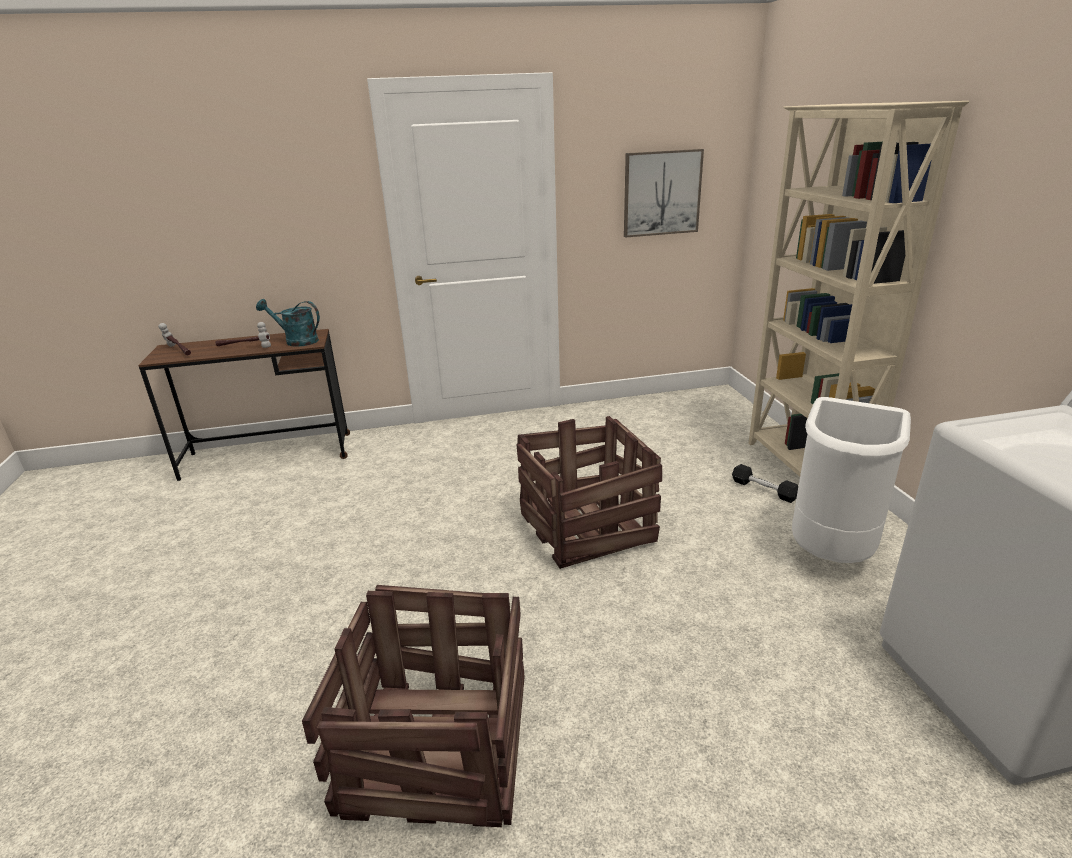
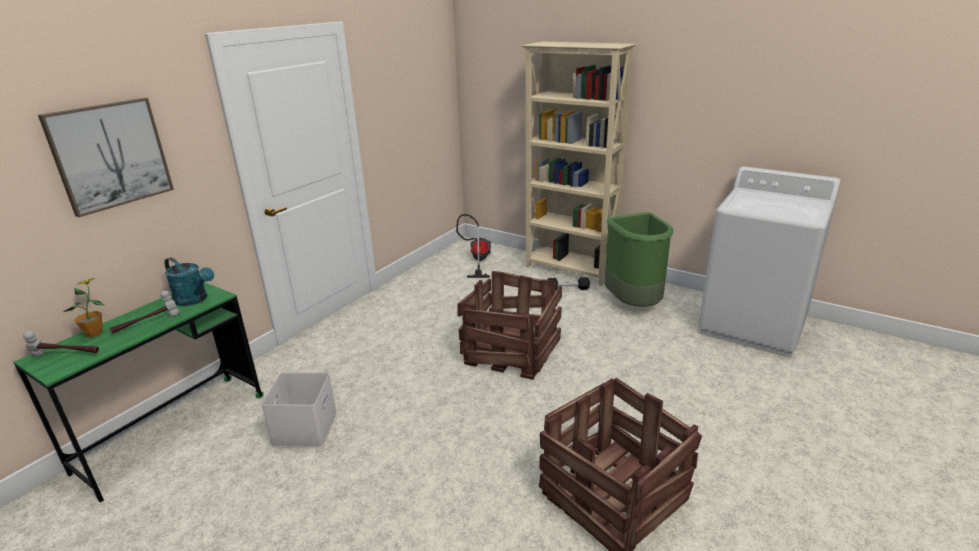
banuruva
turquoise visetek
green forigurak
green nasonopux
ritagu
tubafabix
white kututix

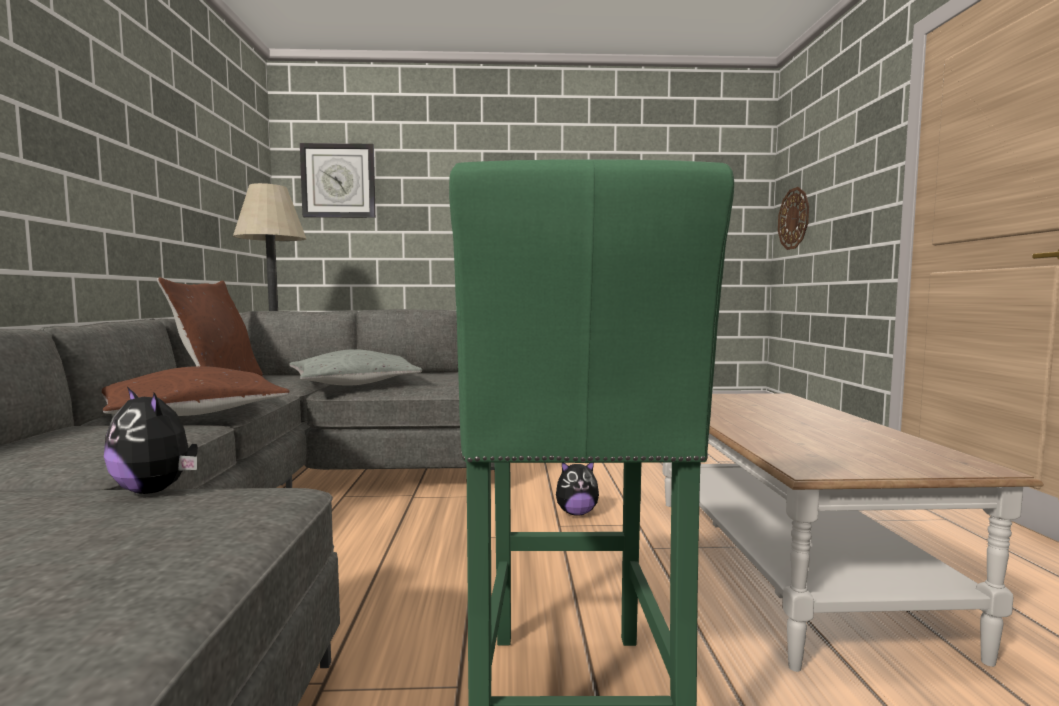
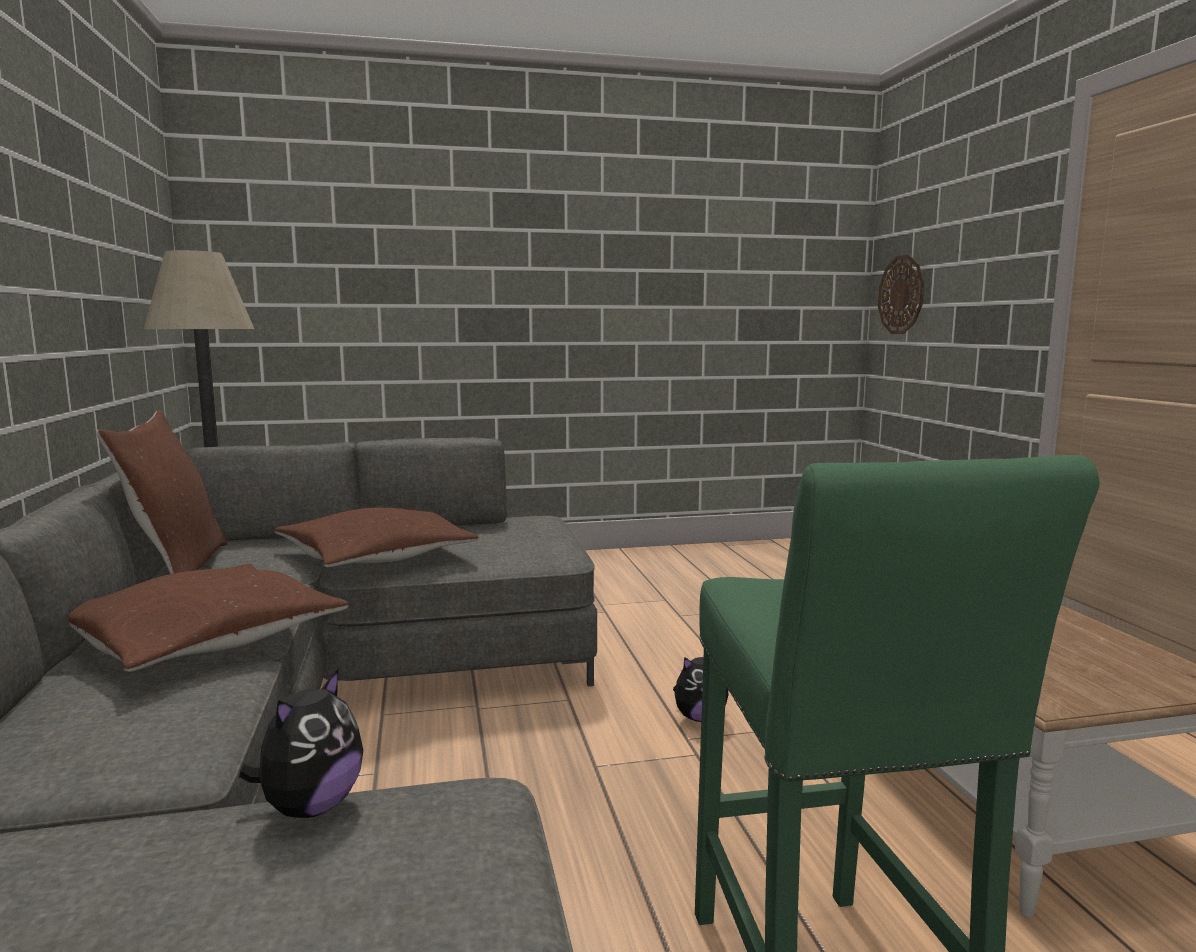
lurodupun (no. 1 from left in the first image)
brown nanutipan (no. 3 from left)
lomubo (no. 1 from left)

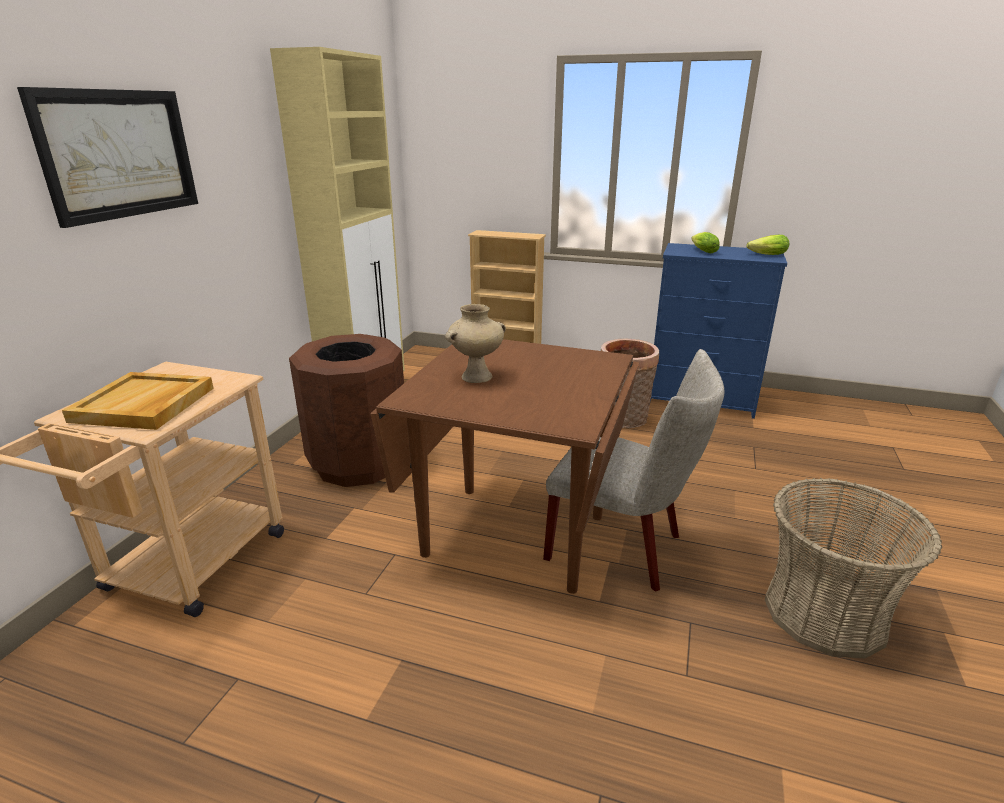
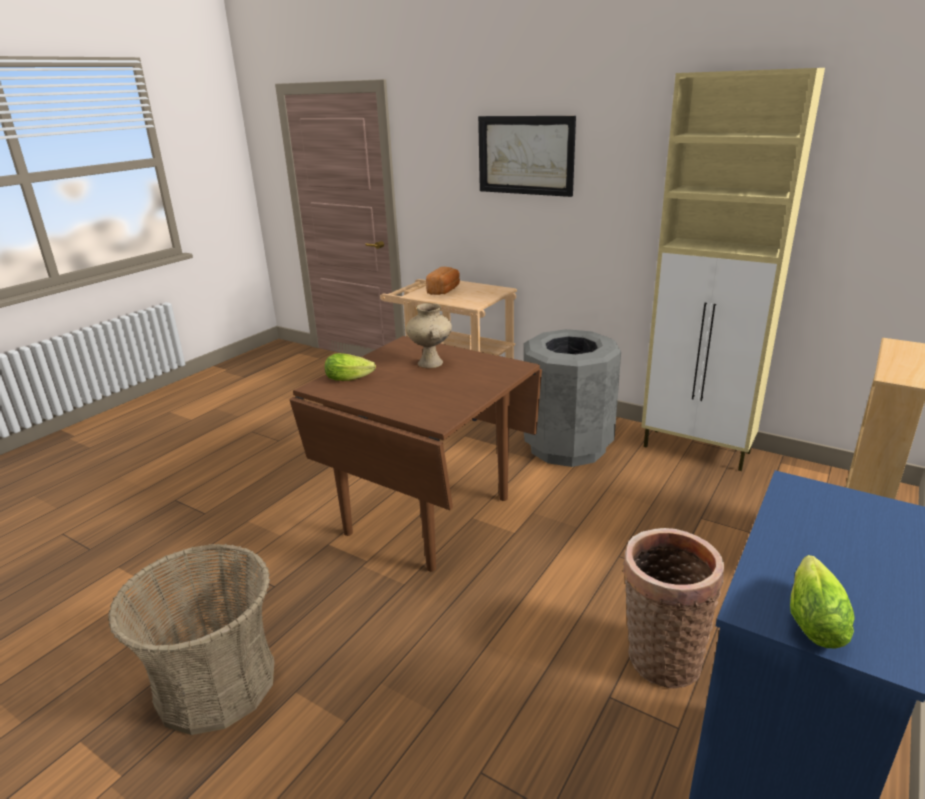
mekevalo (no. 1 from left)
grey nasonopux
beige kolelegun
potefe

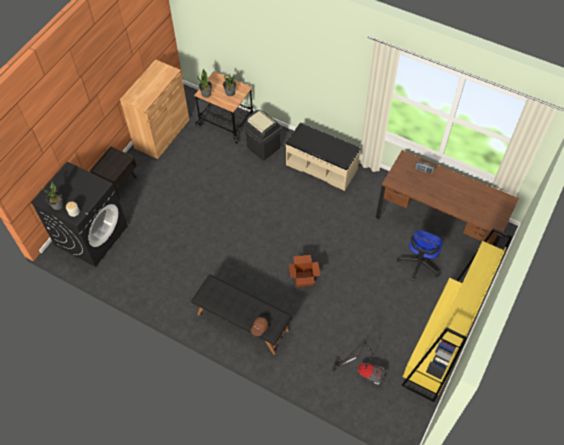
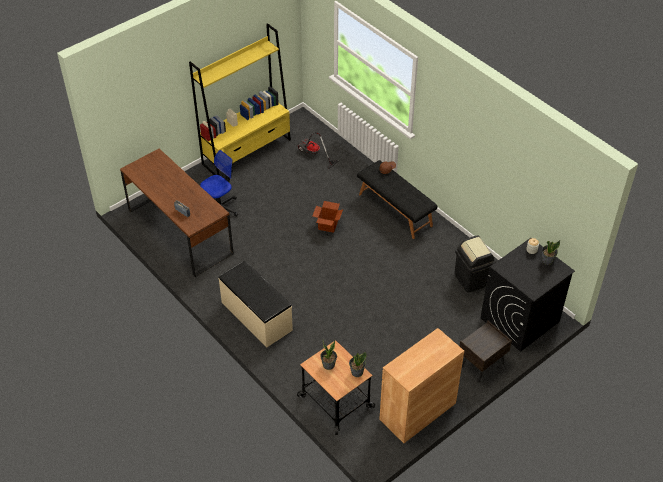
black nasonopux

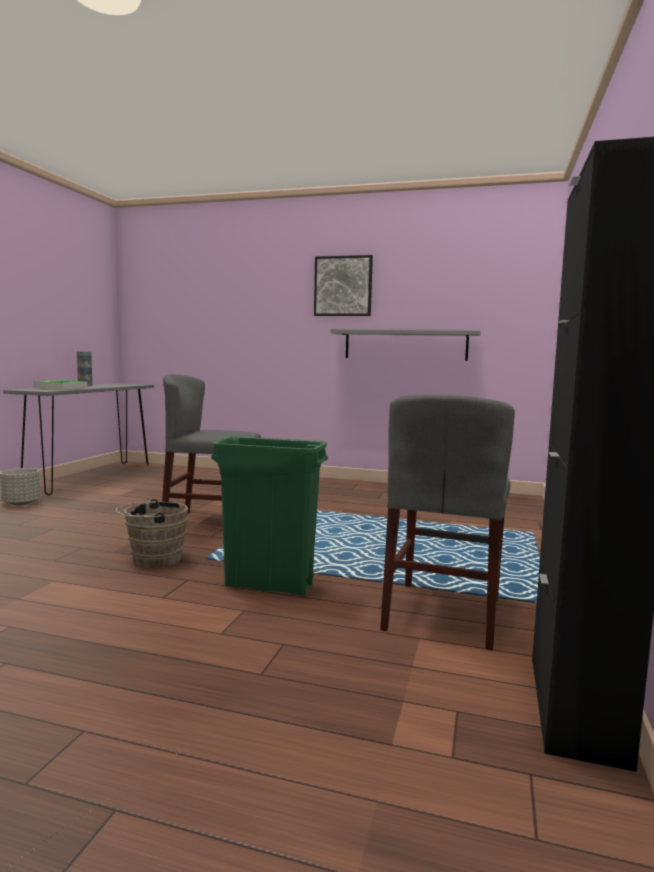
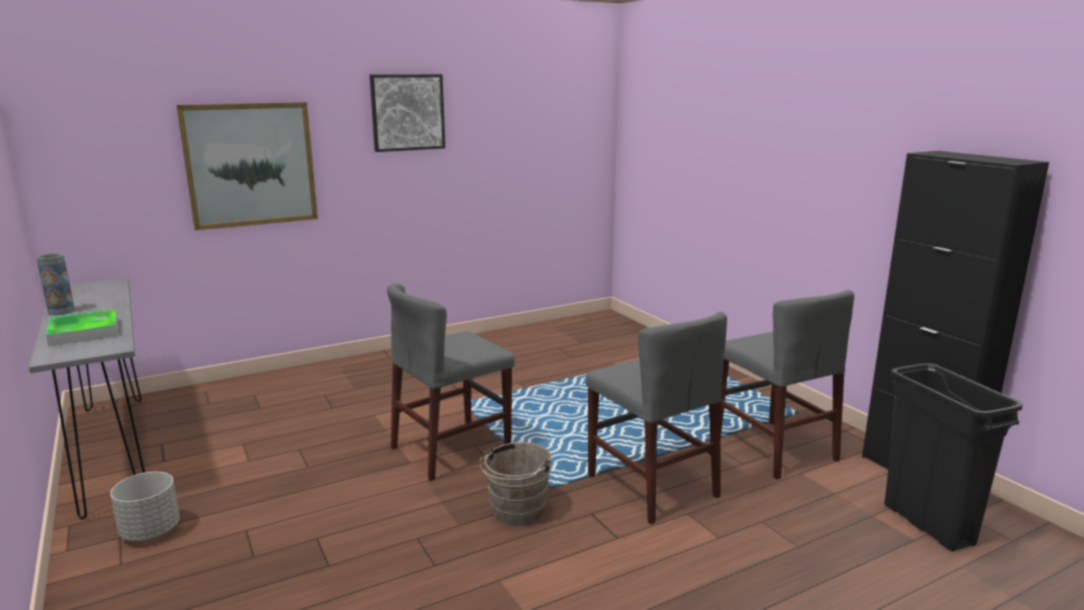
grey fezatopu
grey kolelegun (no. 2 from left)
banuruva (no. 1 from left)
black nasonopux

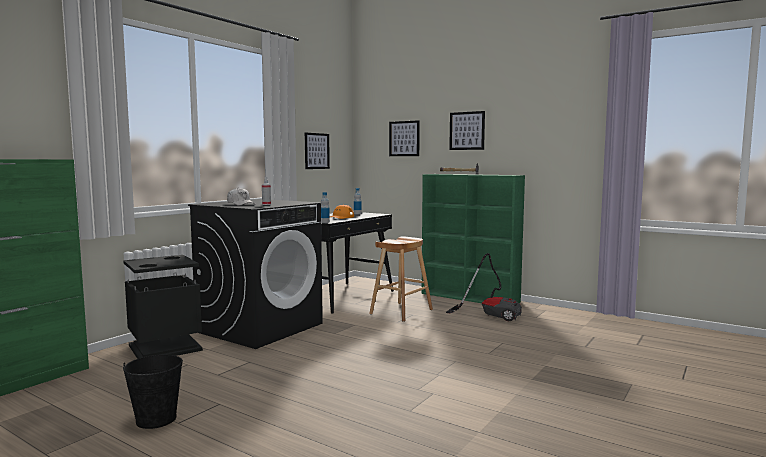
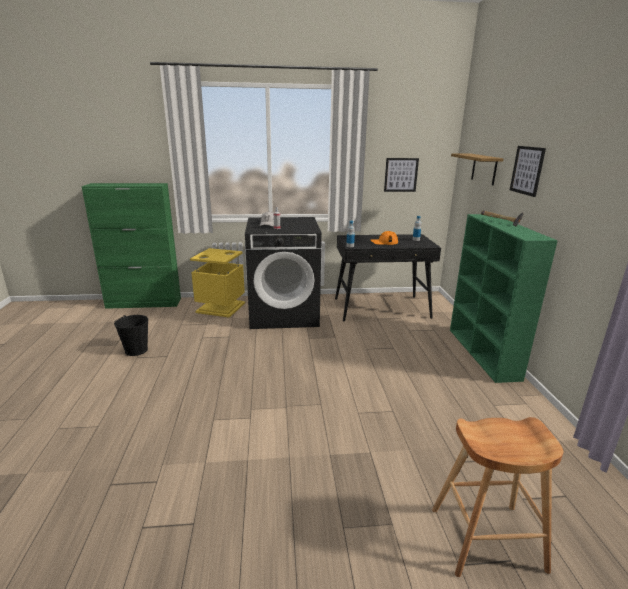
fezatopu
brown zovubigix
ritagu
yellow nasonopux

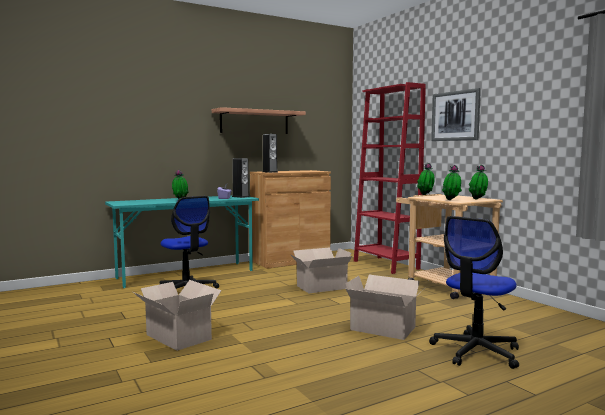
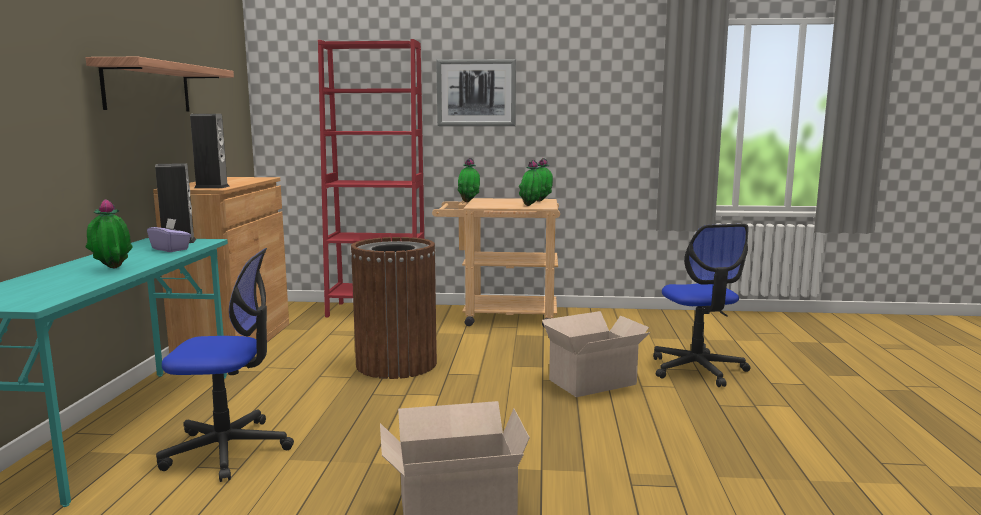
brown nasonopux

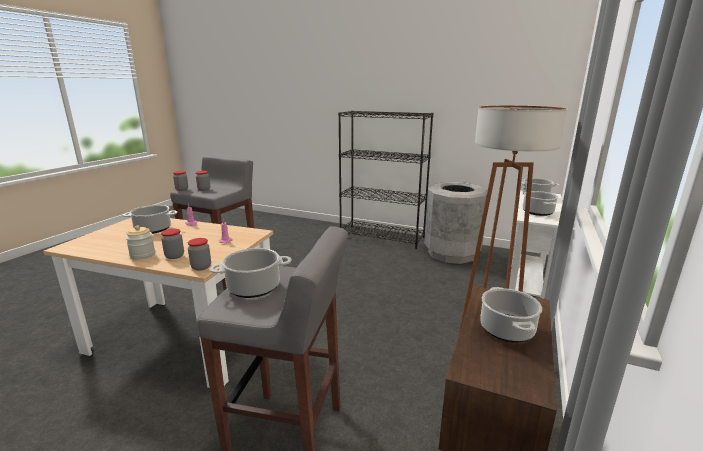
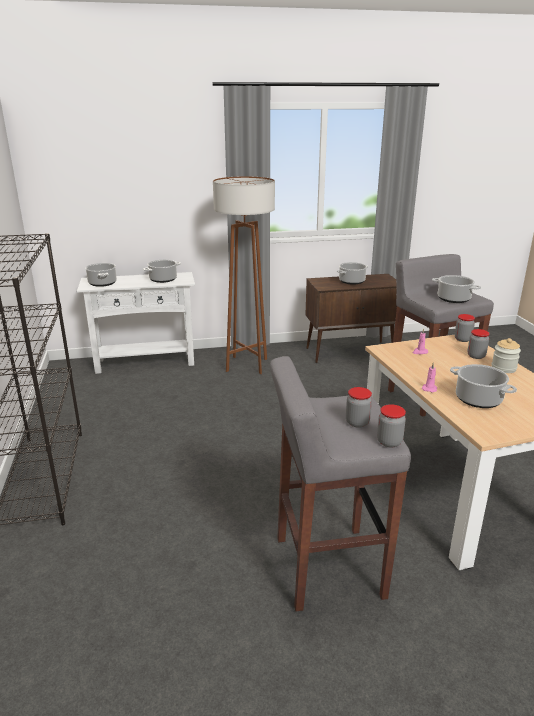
grey nasonopux

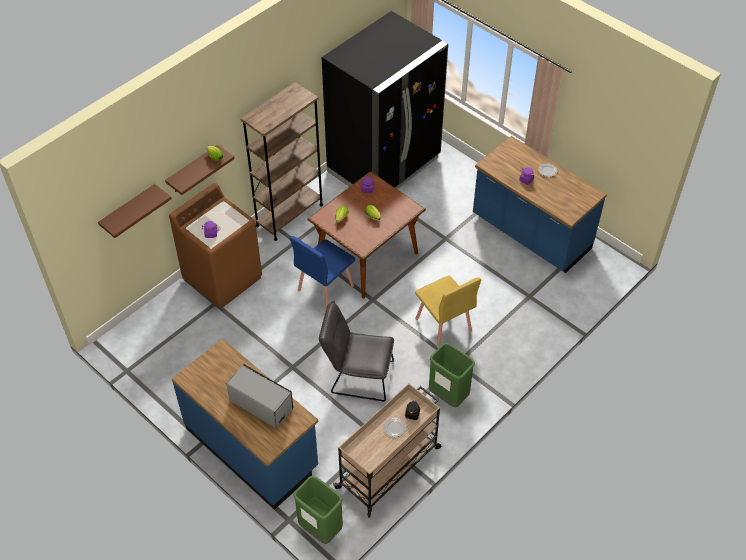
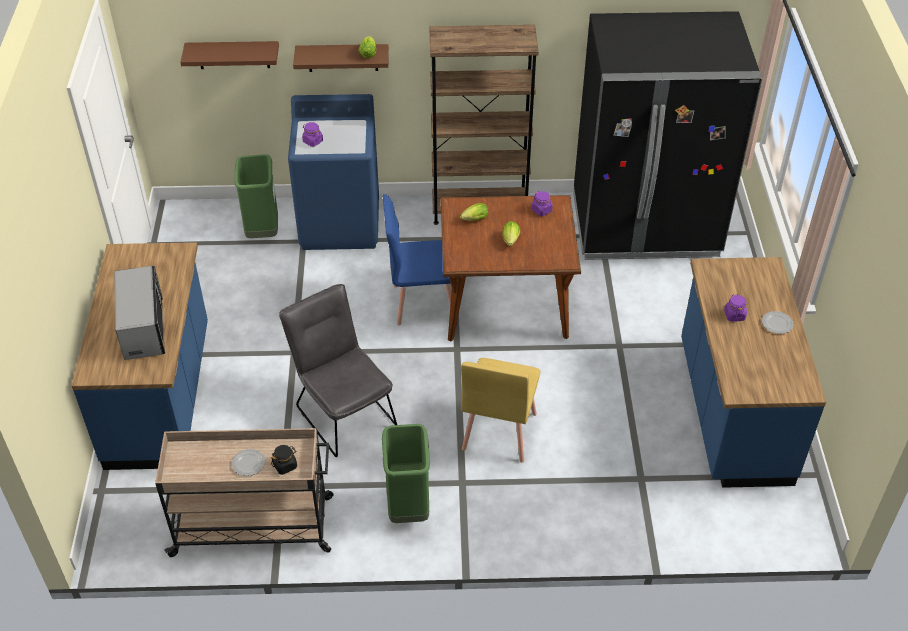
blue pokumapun
green nasonopux (no. 1 from left)

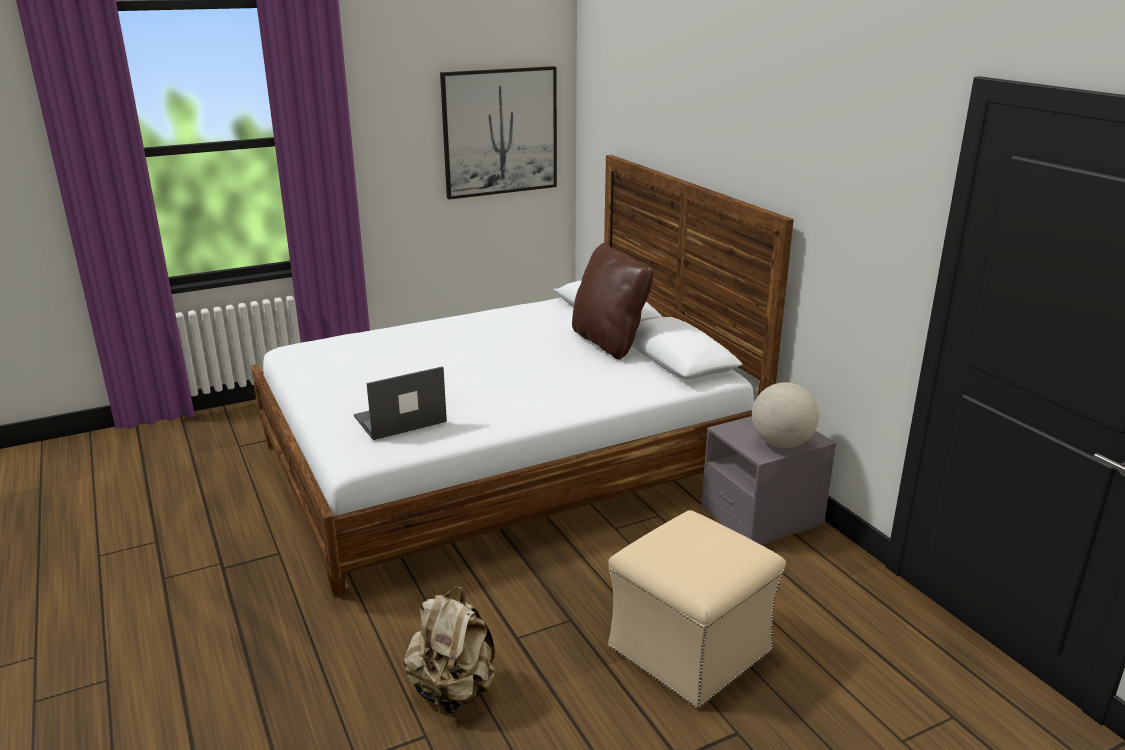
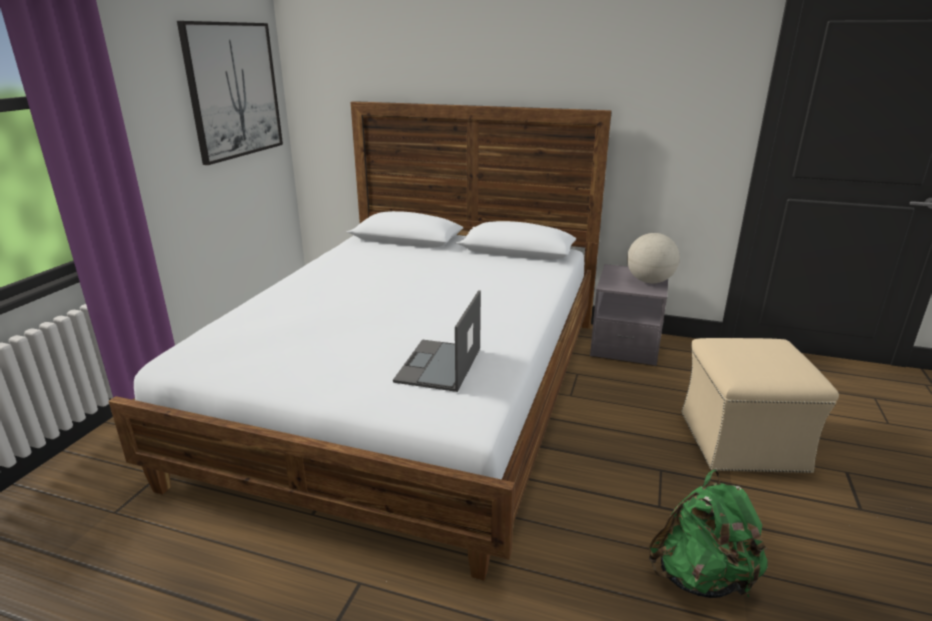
brown nanutipan
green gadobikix

